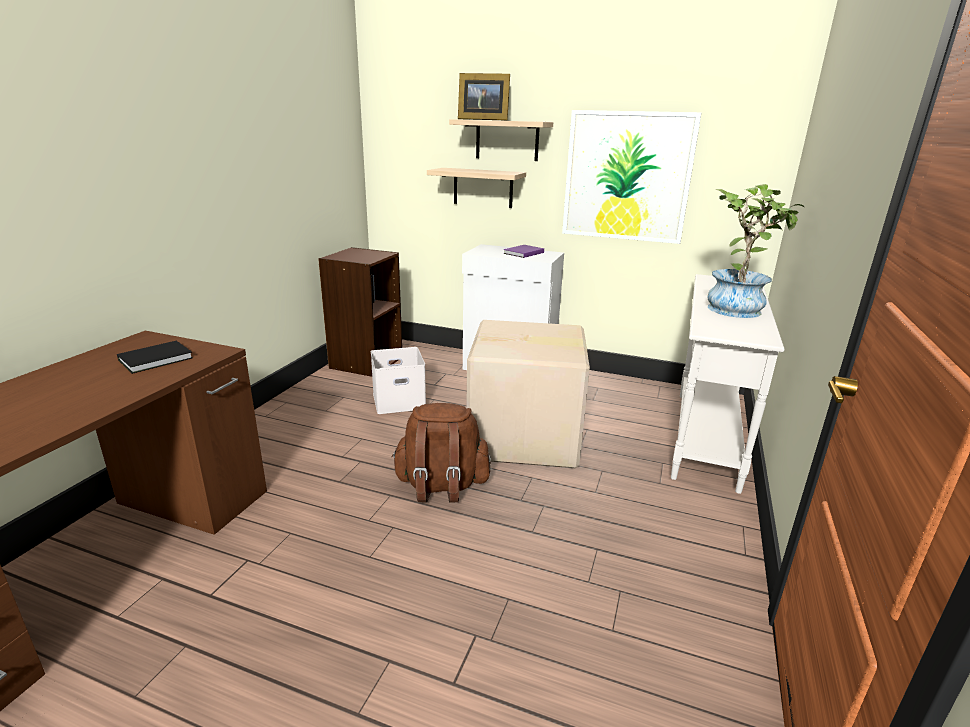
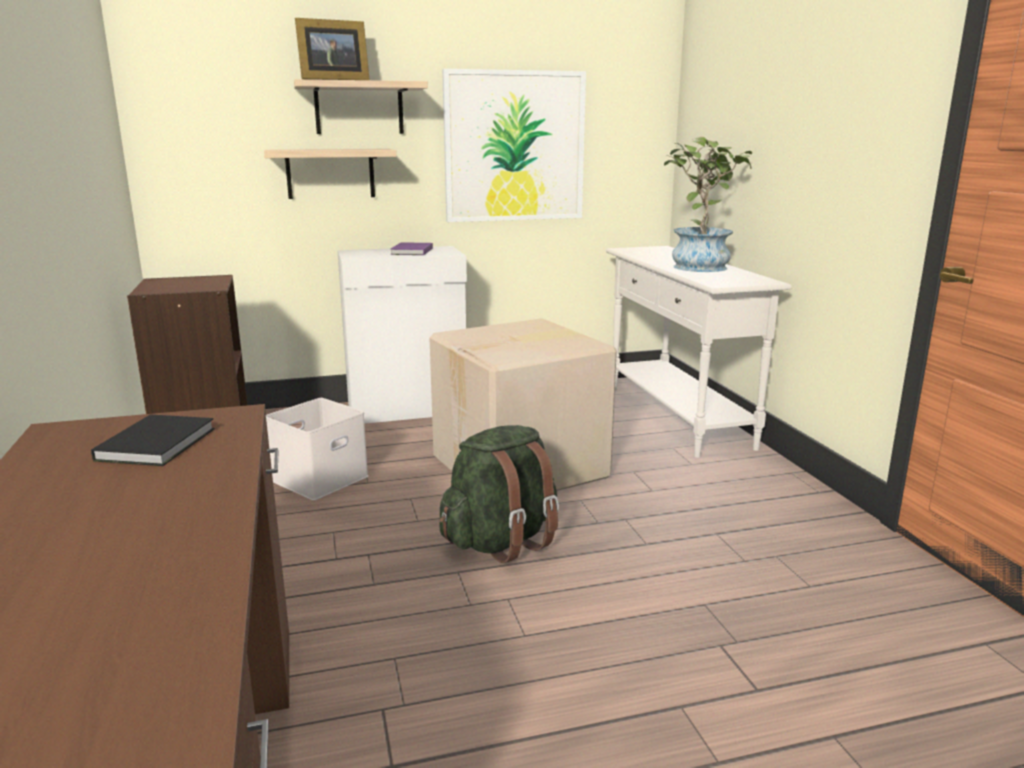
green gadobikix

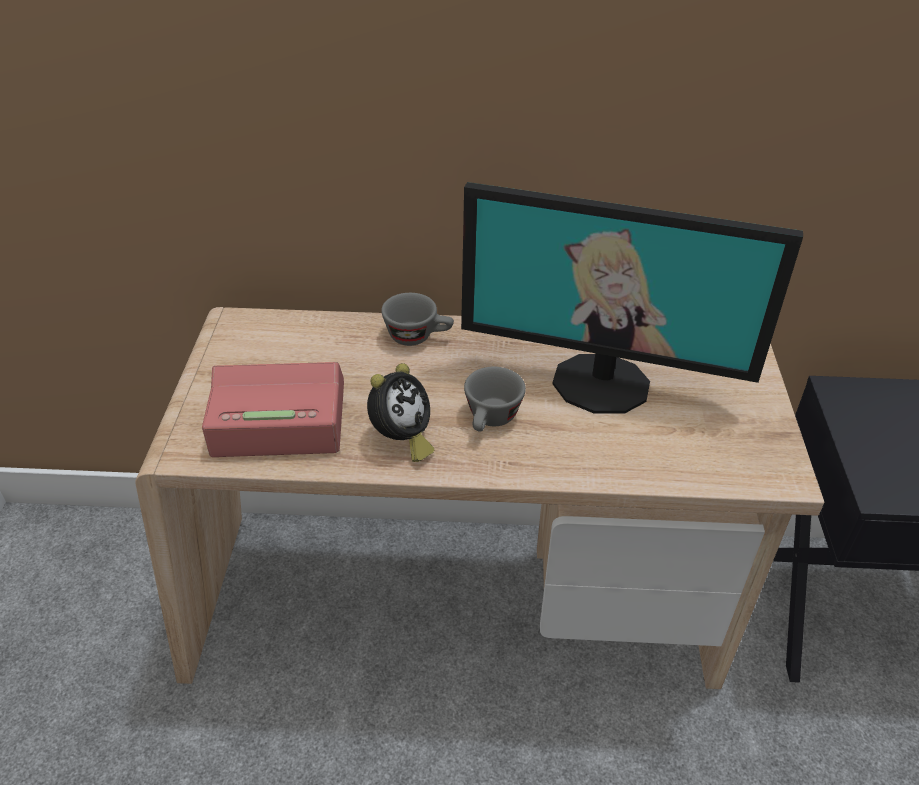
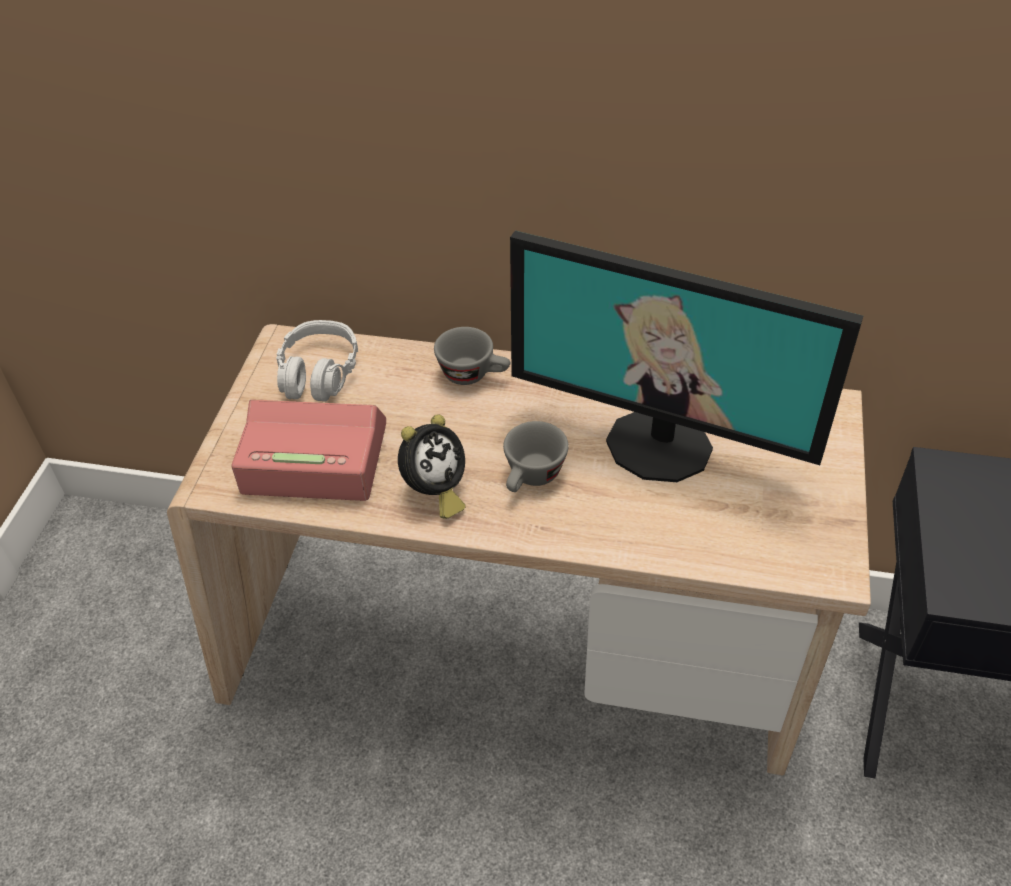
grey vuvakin

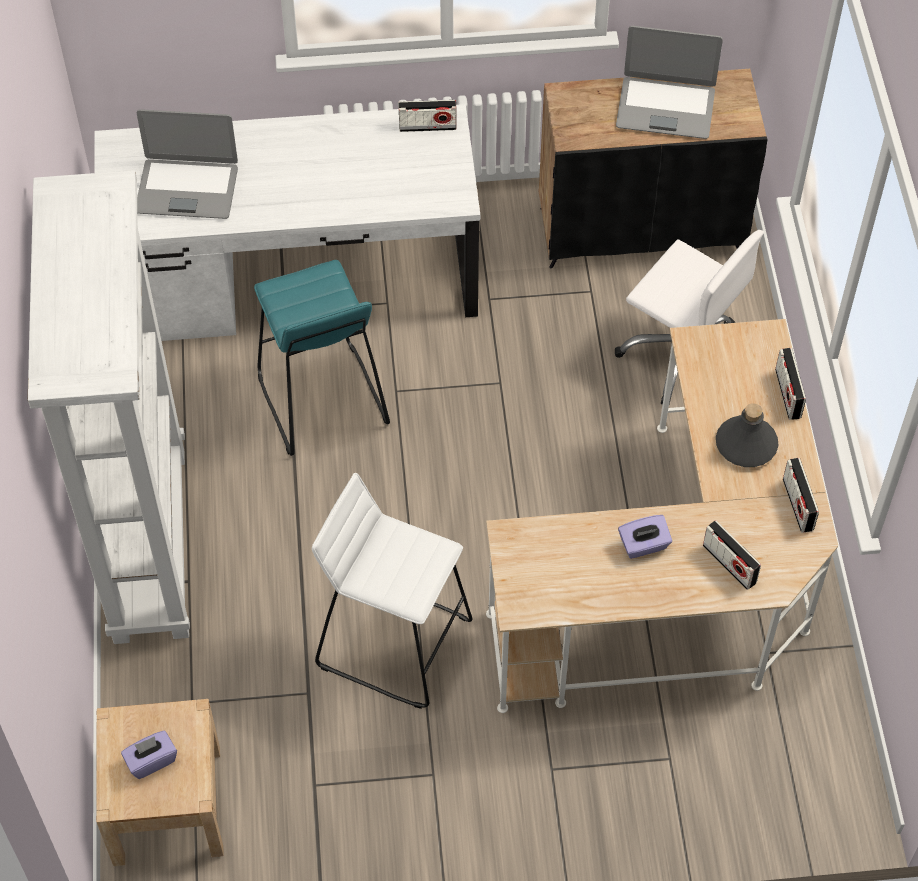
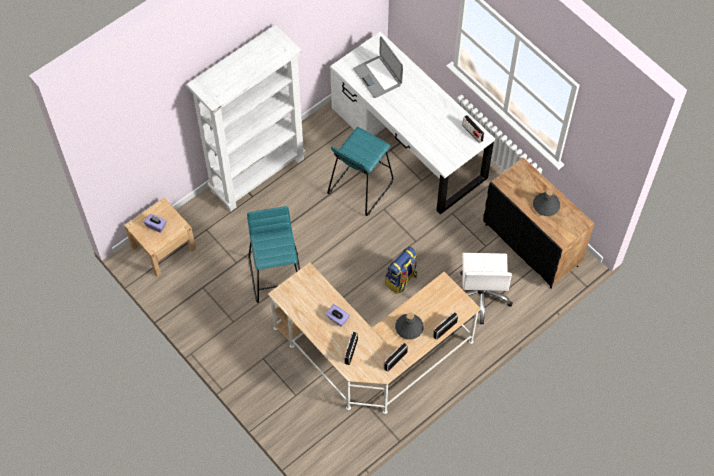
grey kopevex (no. 2 from left)
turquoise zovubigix (no. 1 from left)
gadobikix

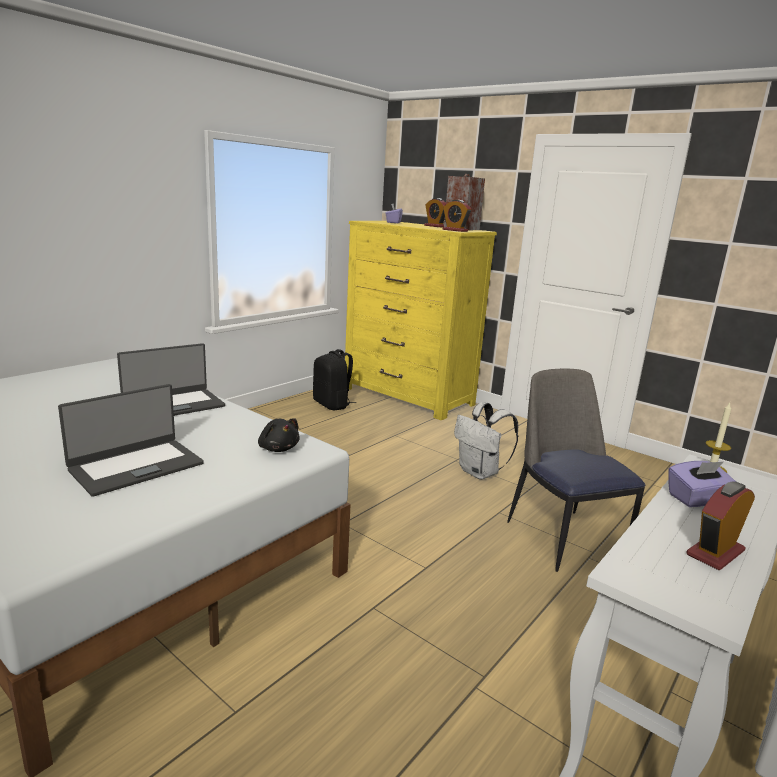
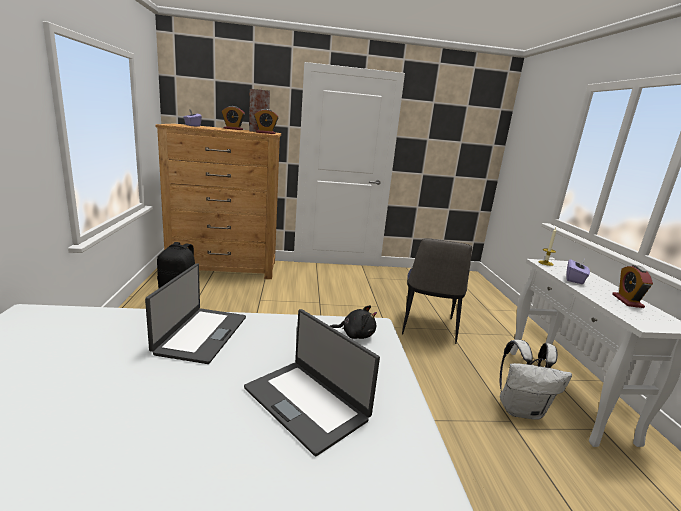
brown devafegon
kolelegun
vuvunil (no. 2 from left)
white gadobikix

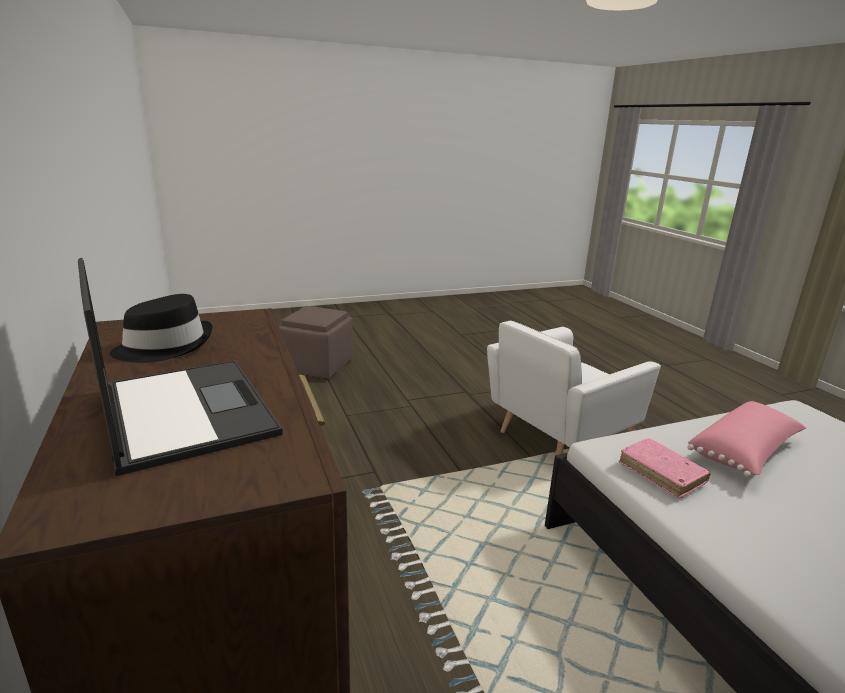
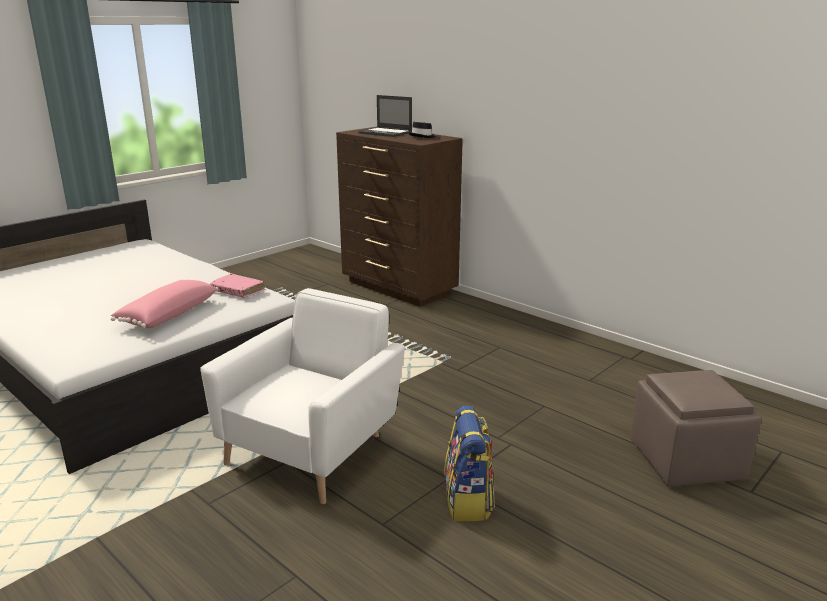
gadobikix

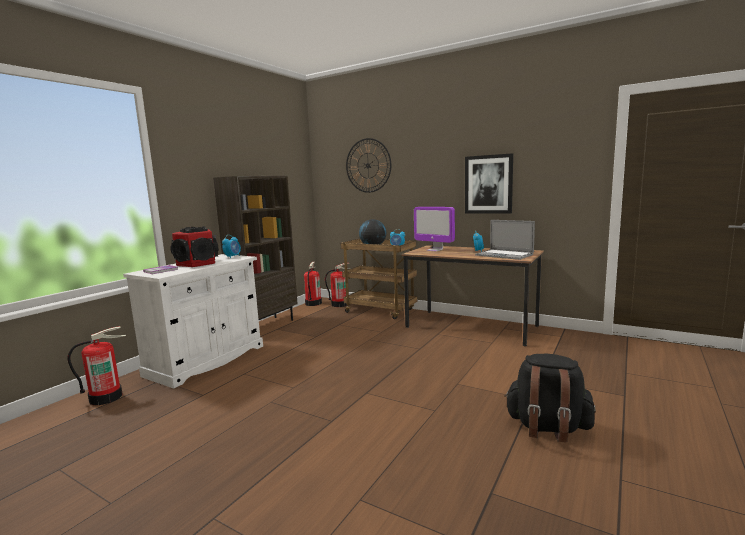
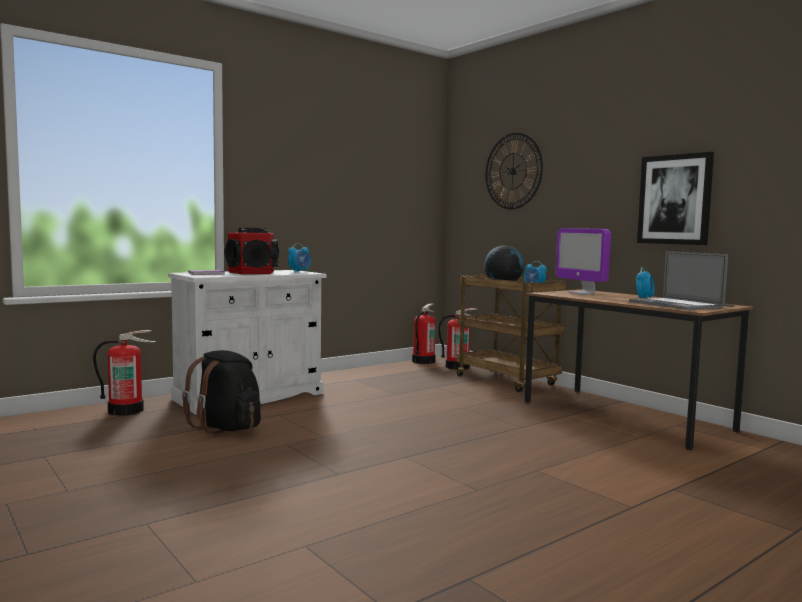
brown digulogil
black gadobikix

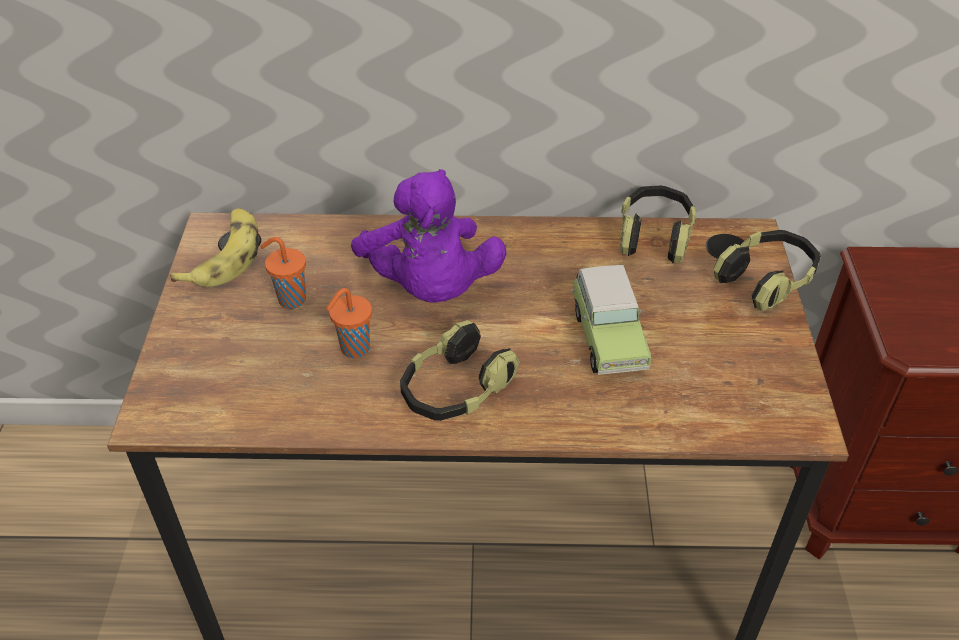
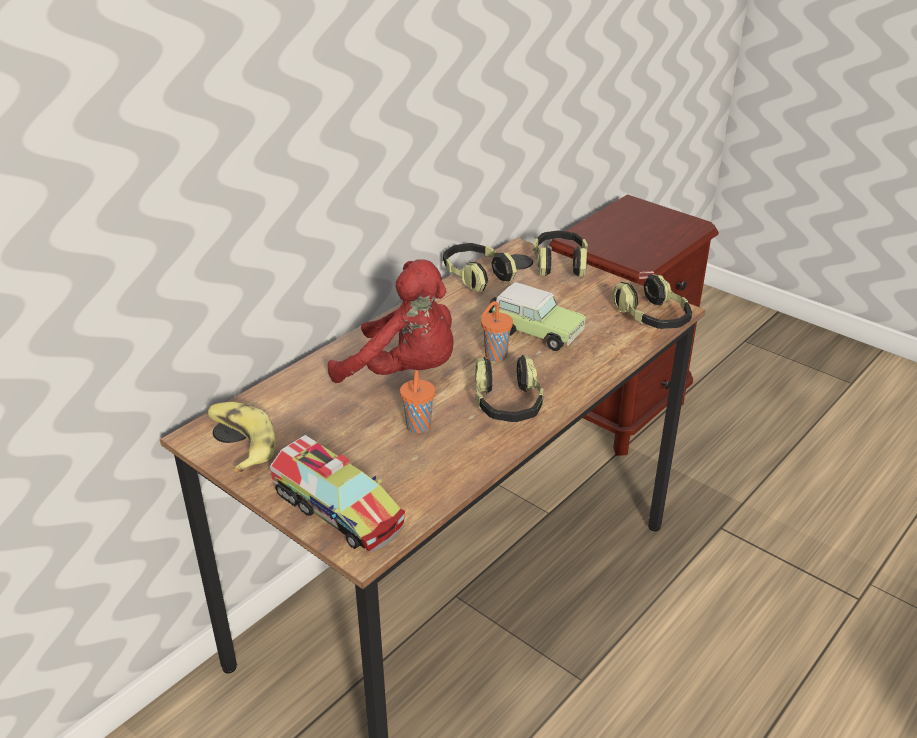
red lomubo
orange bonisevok (no. 2 from left)
vuvakin (no. 4 from left)
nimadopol

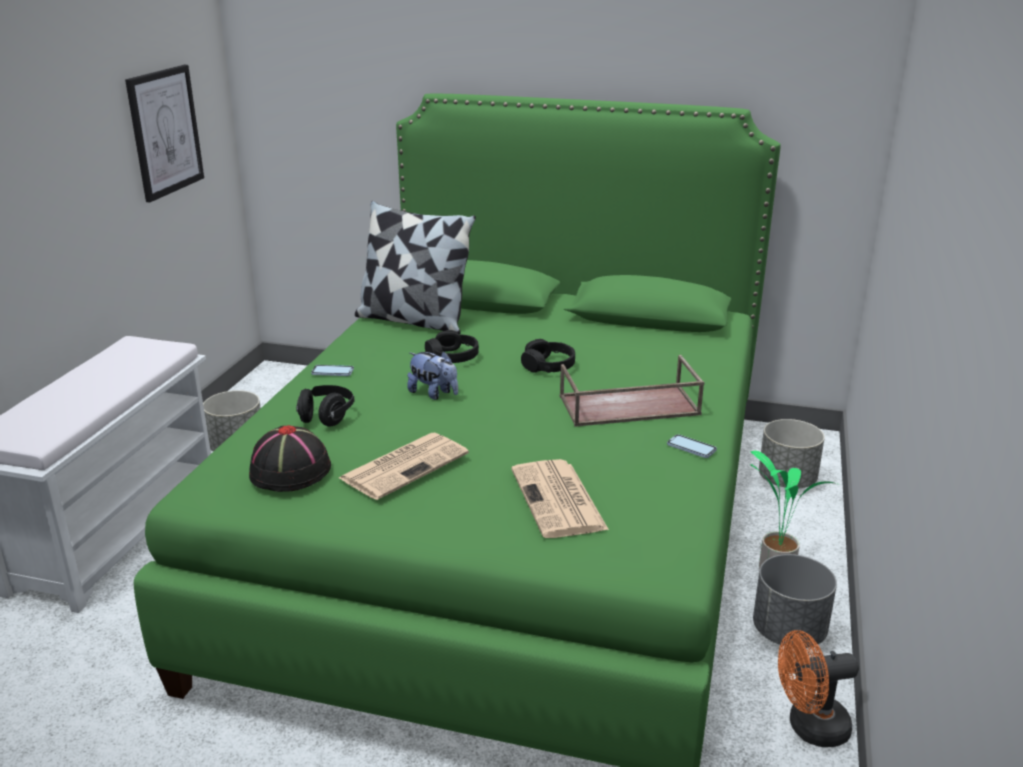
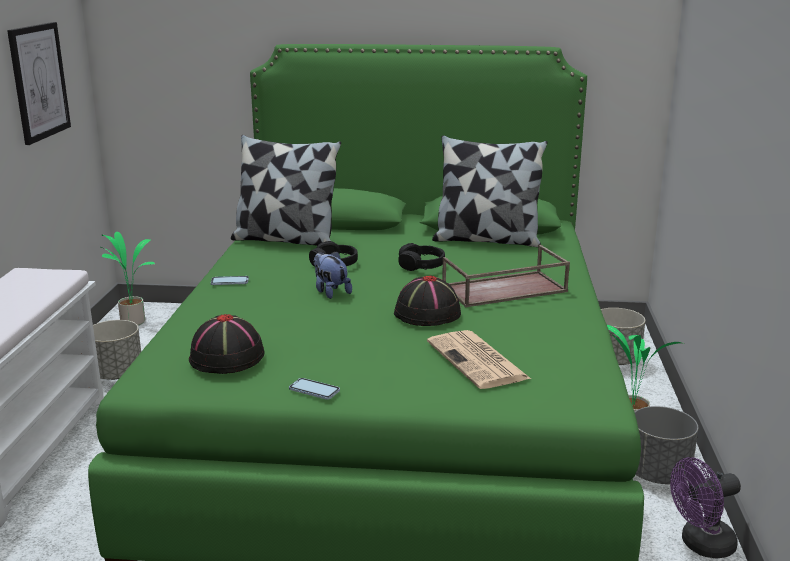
lomubo
black vuvakin (no. 1 from left in the first image)
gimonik (no. 1 from left in the first image)
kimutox (no. 2 from left)
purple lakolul
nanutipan (no. 2 from left)
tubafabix (no. 1 from left)
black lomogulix (no. 2 from left)

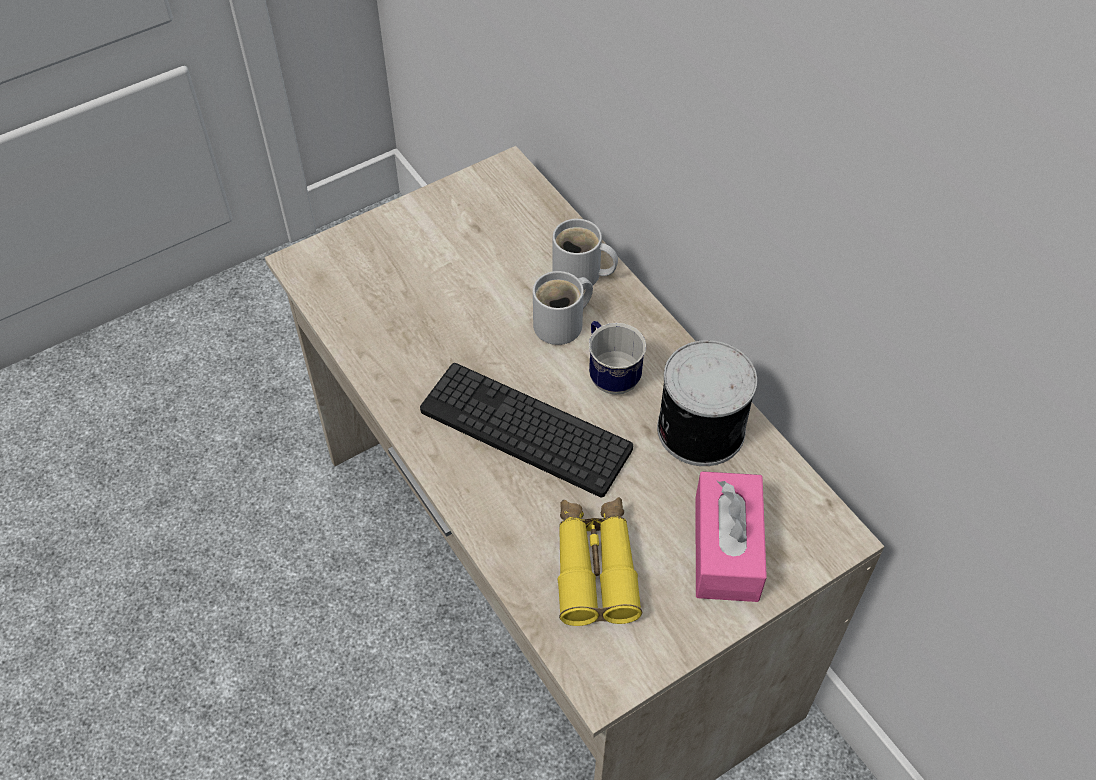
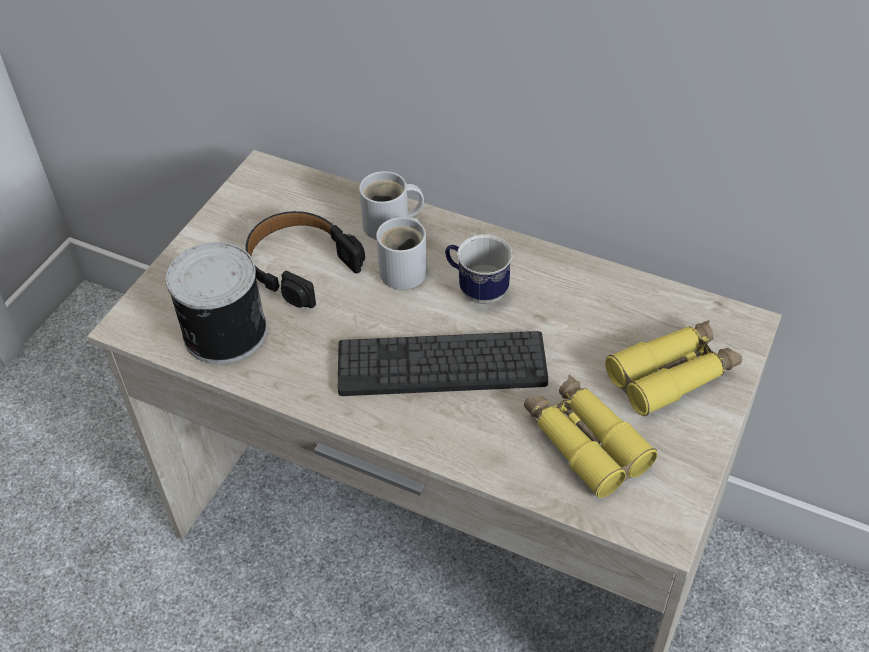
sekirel
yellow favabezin (no. 2 from left)
black vuvakin

